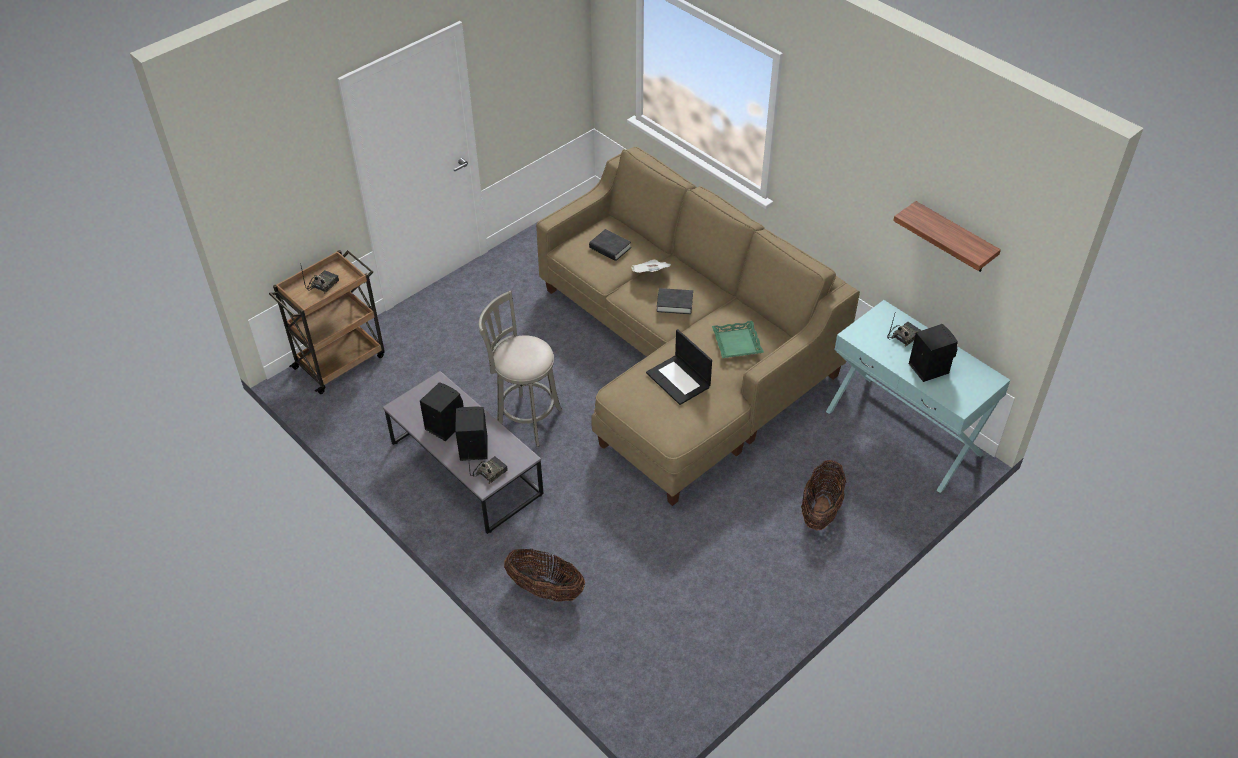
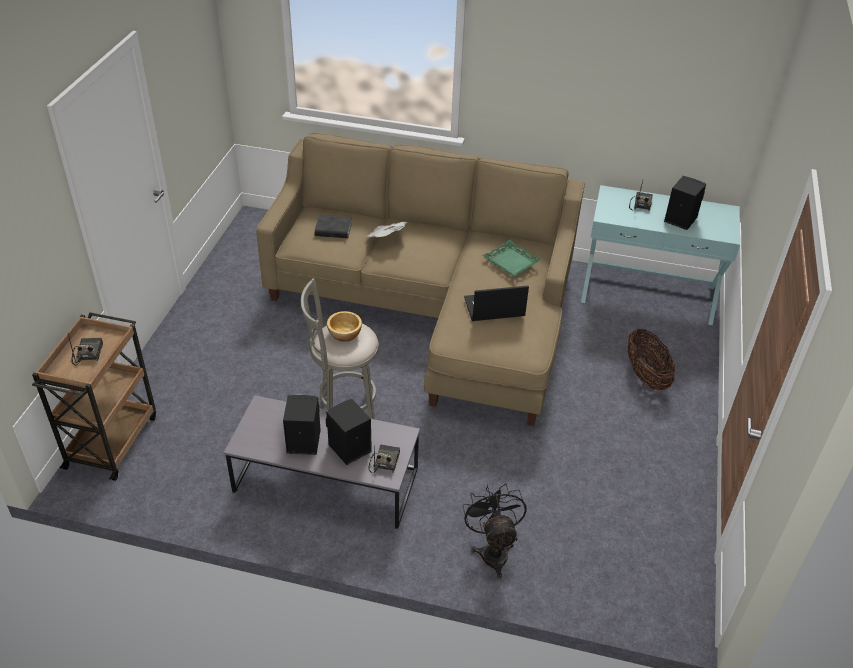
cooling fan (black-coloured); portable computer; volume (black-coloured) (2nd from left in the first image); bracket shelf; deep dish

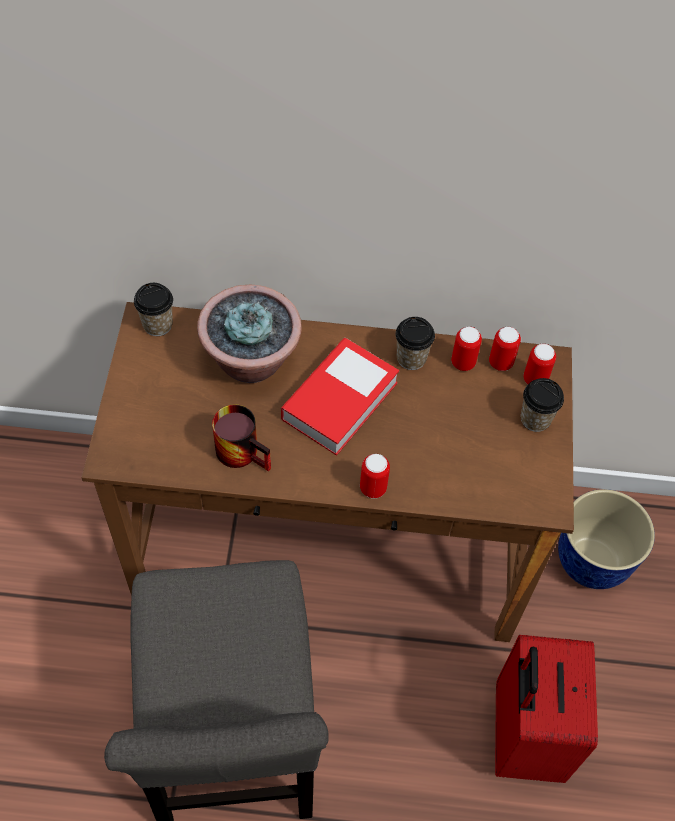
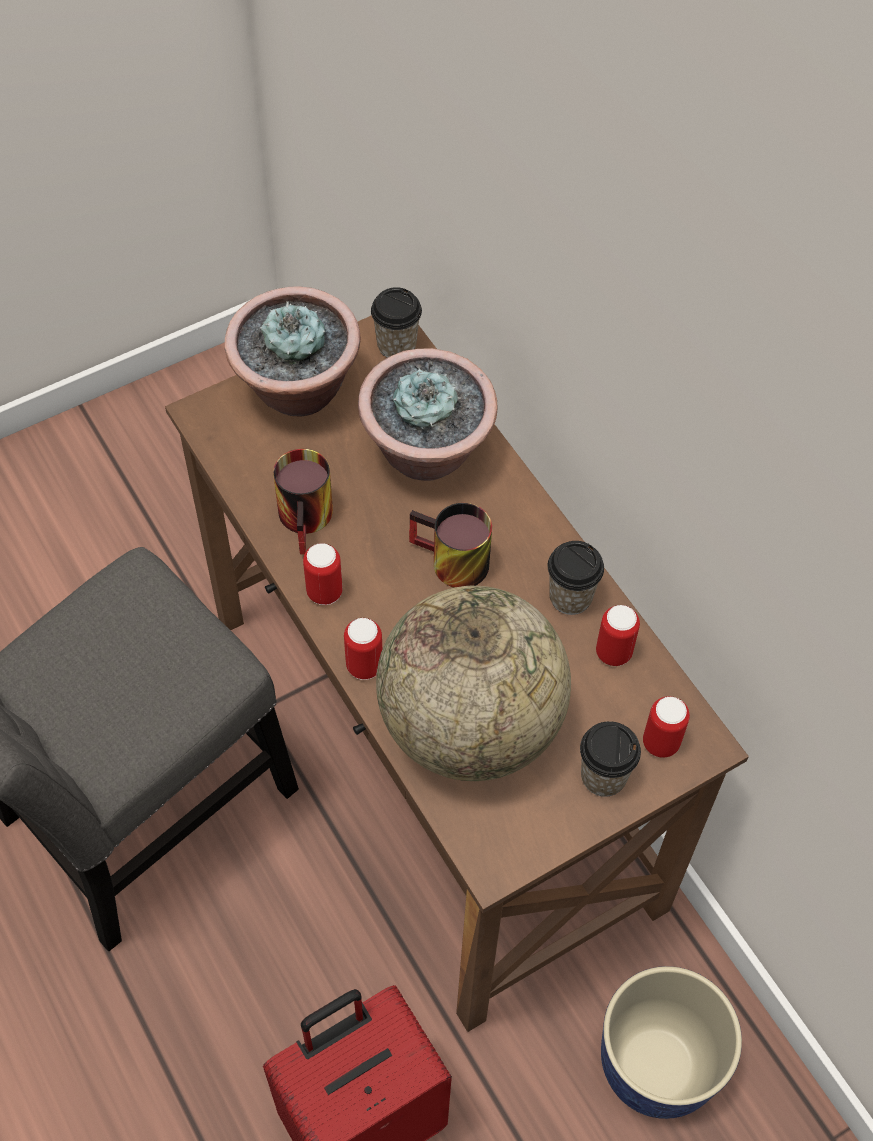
tea mug (2nd from left); sealed can (1st from left); houseplant (1st from left); desk globe

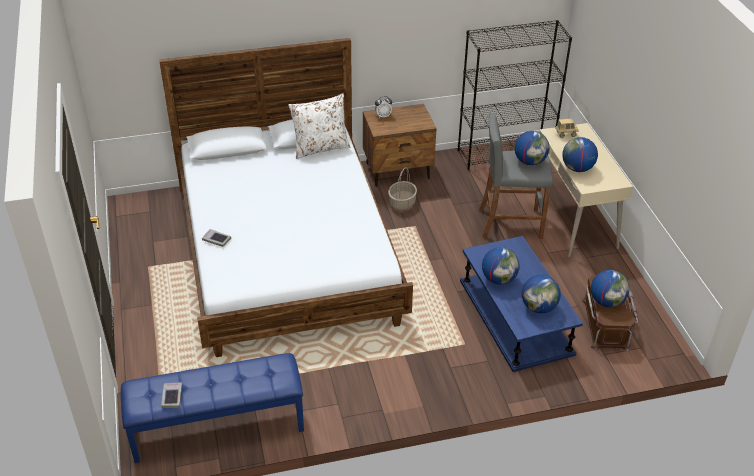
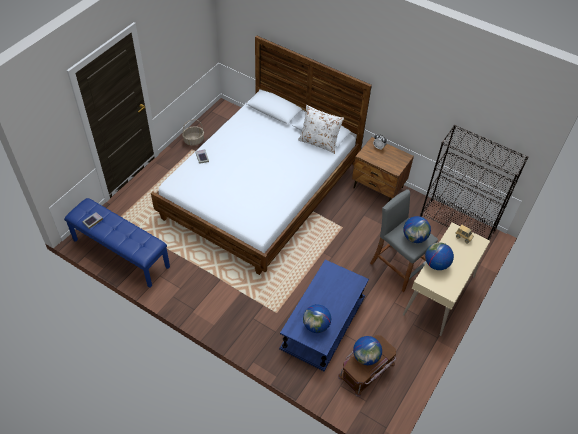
storage basket; desk globe (1st from left in the first image)

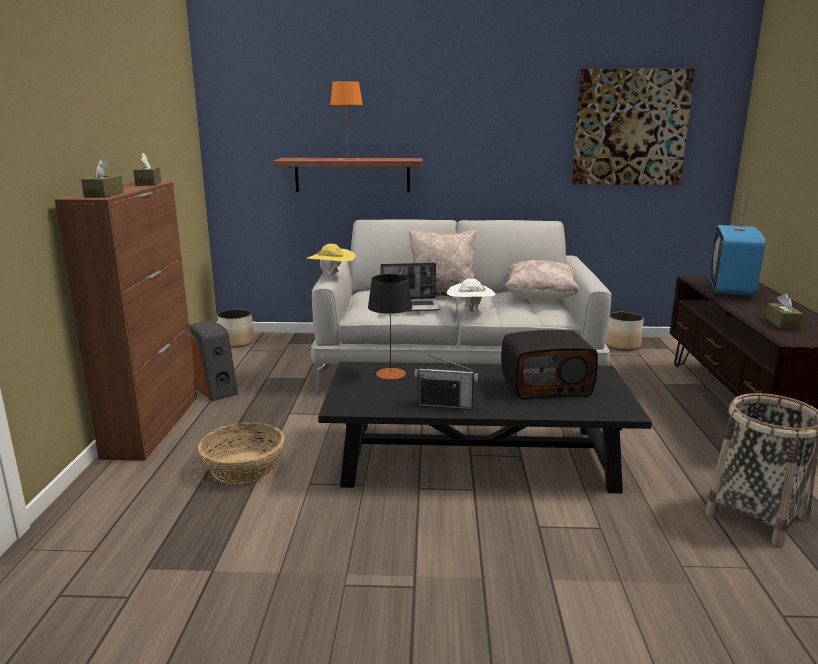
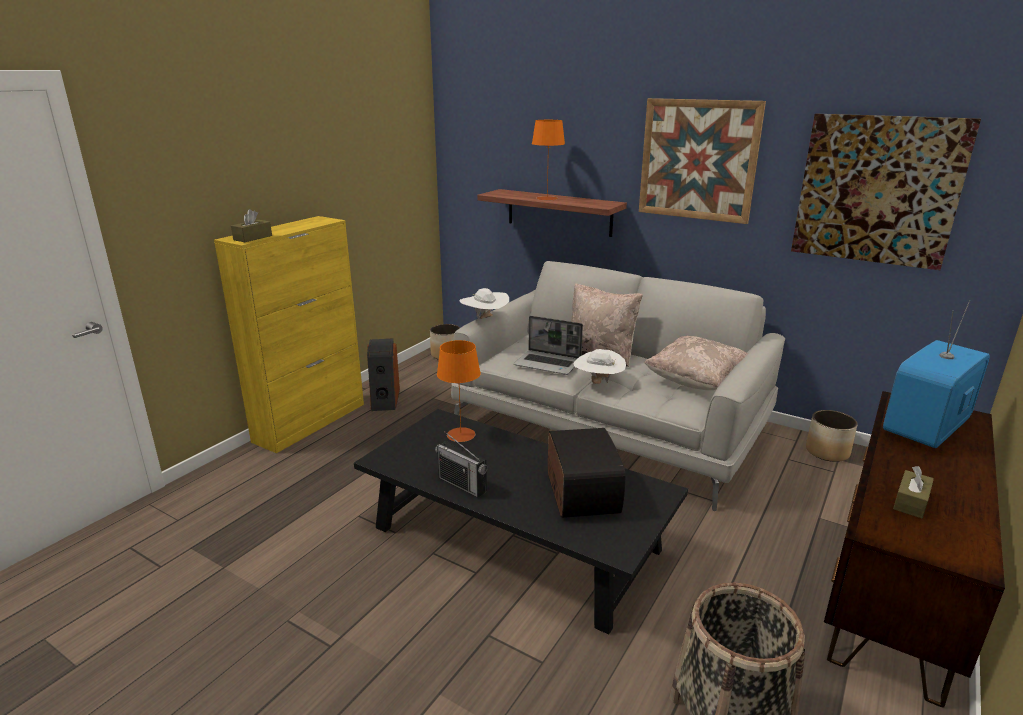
cupboard (yellow); tissue holder (brown-coloured) (2nd from left in the first image); storage basket (1st from left in the first image); hat (whitish) (1st from left); tabletop lamp (orangey) (1st from left); radio (2nd from left); wall picture (1st from left)

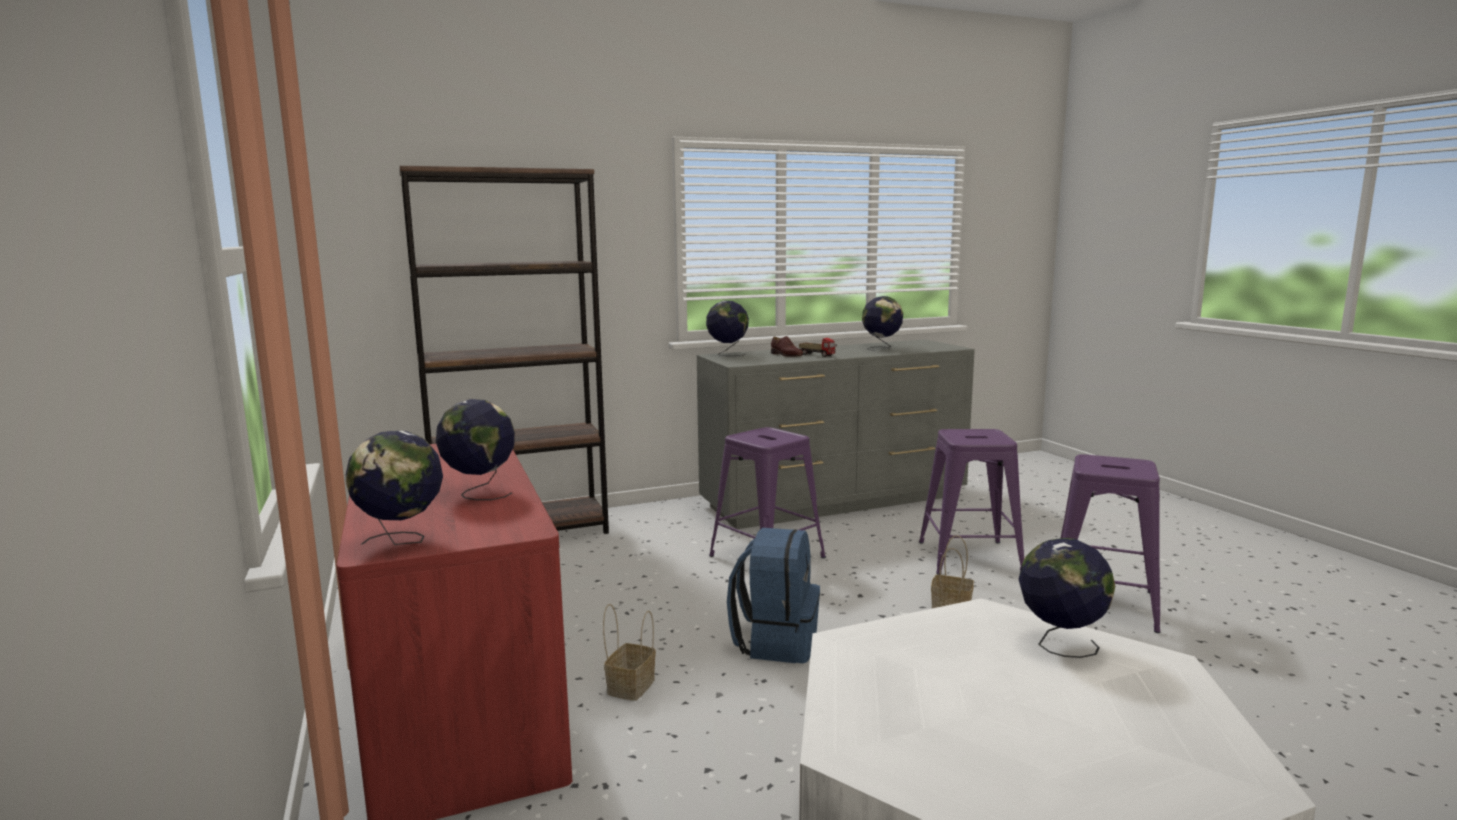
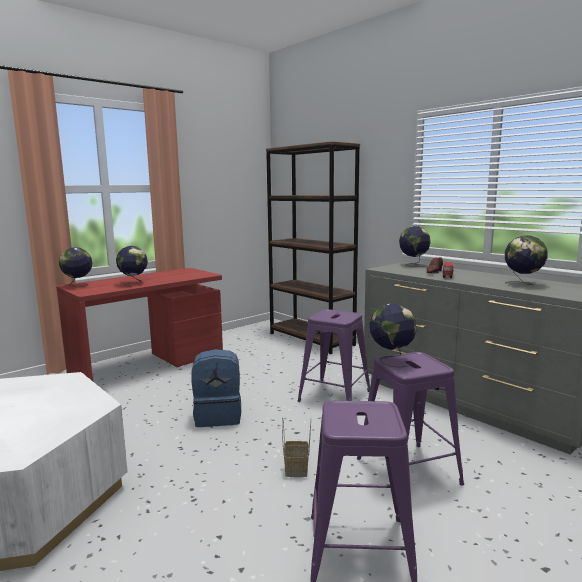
storage basket (1st from left in the first image); desk globe (3rd from left)

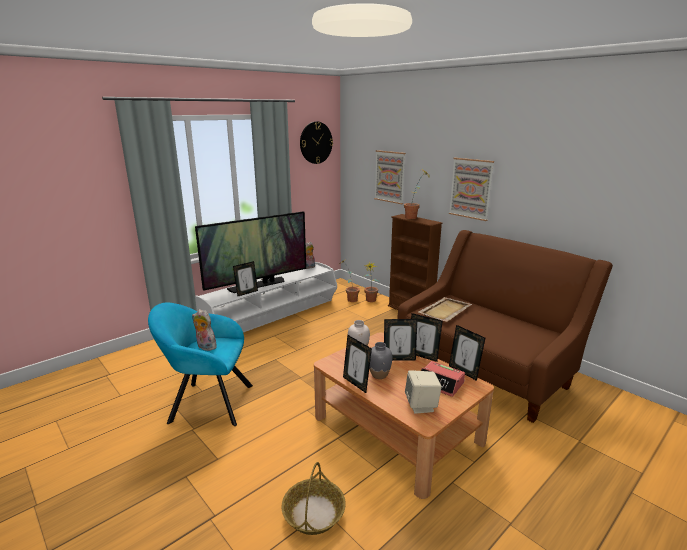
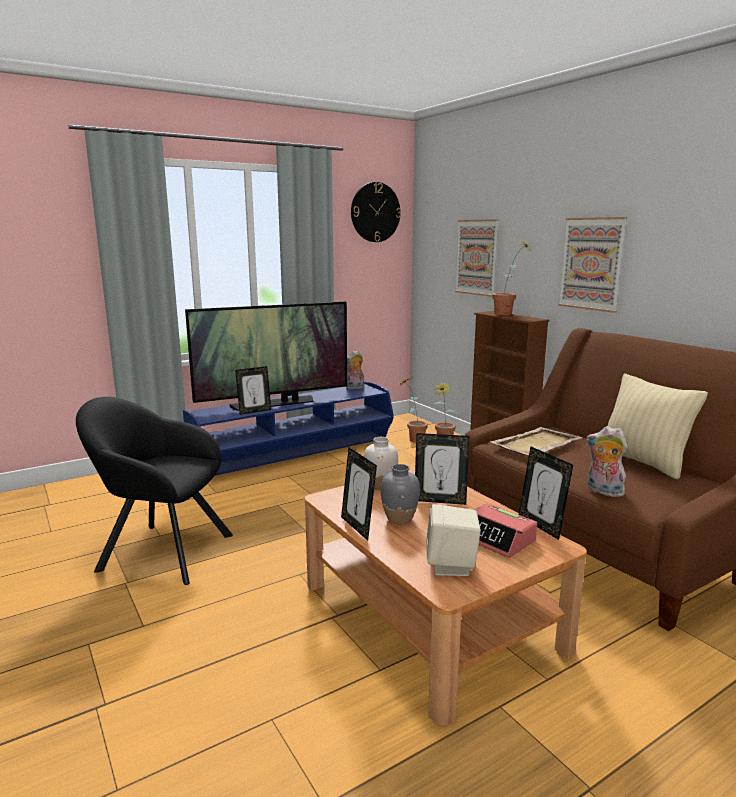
easy chair (black-coloured); plush toy (2nd from left); tv stand (blue-coloured); storage basket; picture frame (4th from left in the first image); pillow (beige-coloured)

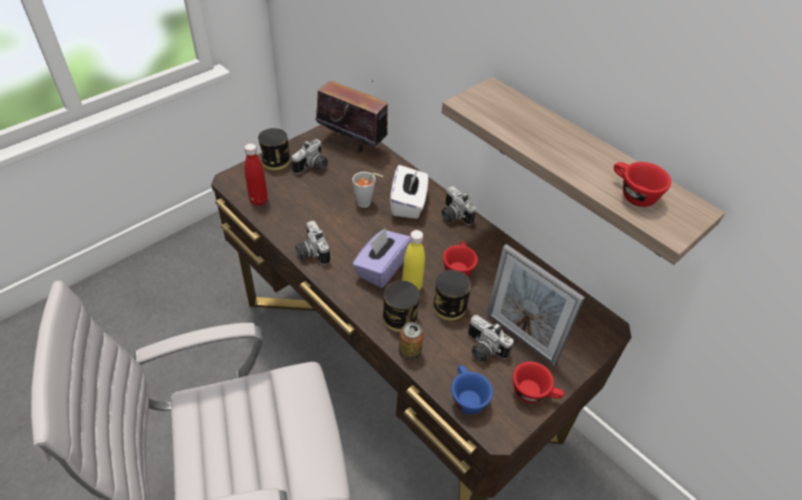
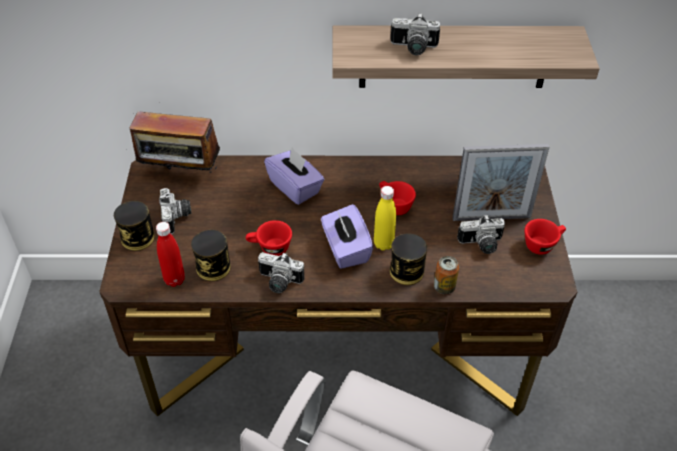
radio; cup (grey); tissue holder (purple-coloured) (1st from left); sealed can (2nd from left); still camera (3rd from left); cup (blue-coloured); cup (red-coloured) (1st from left)

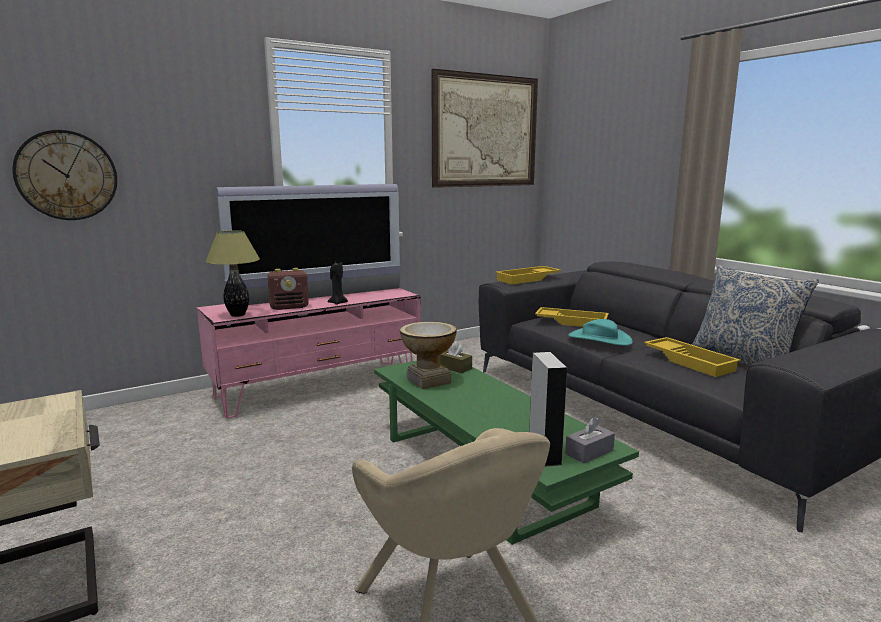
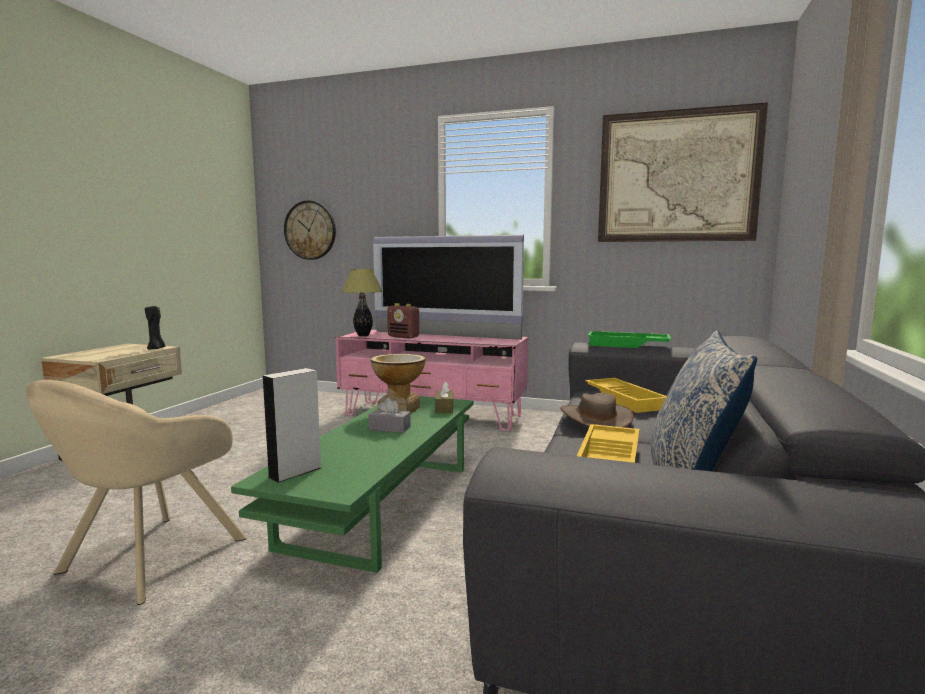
wax candle (black-coloured); tray (green-coloured); tissue holder (grey); hat (brown-coloured)

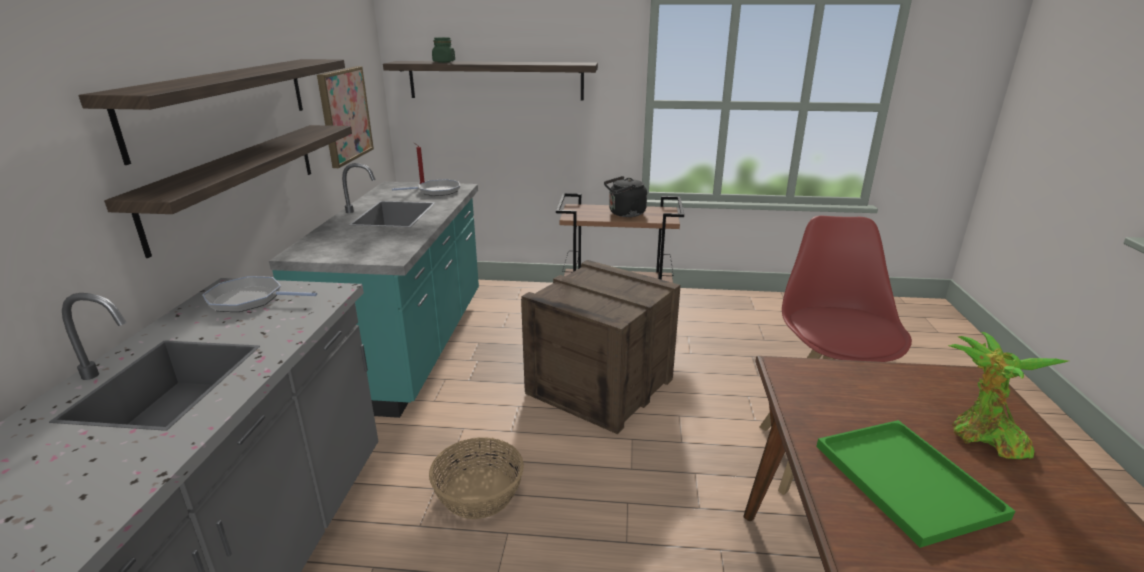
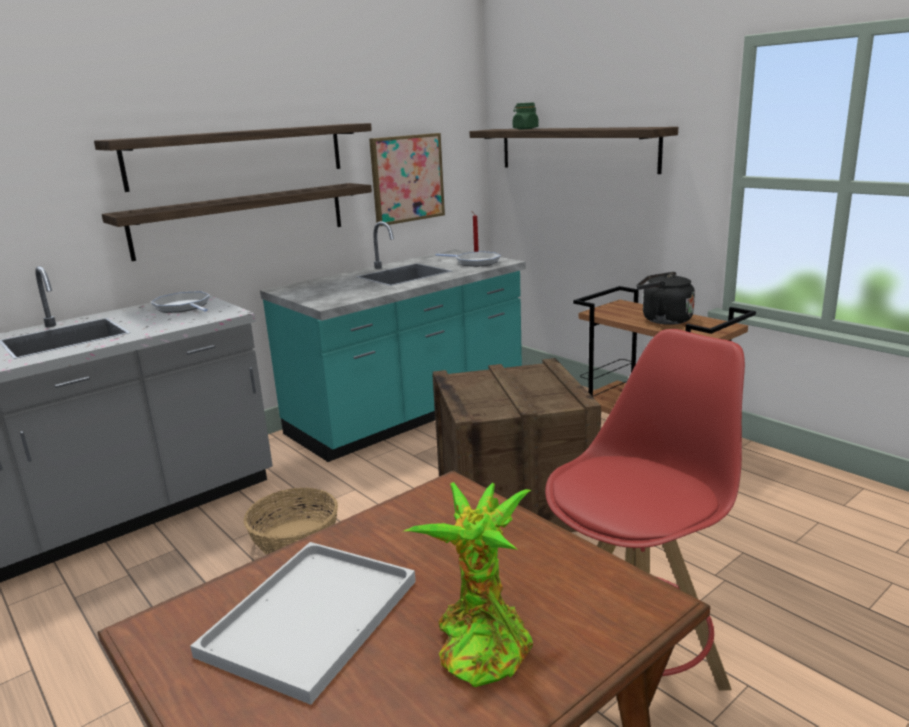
tray (whitish)

